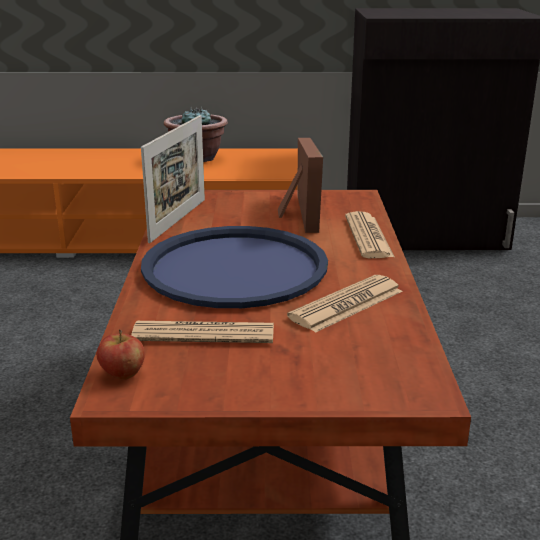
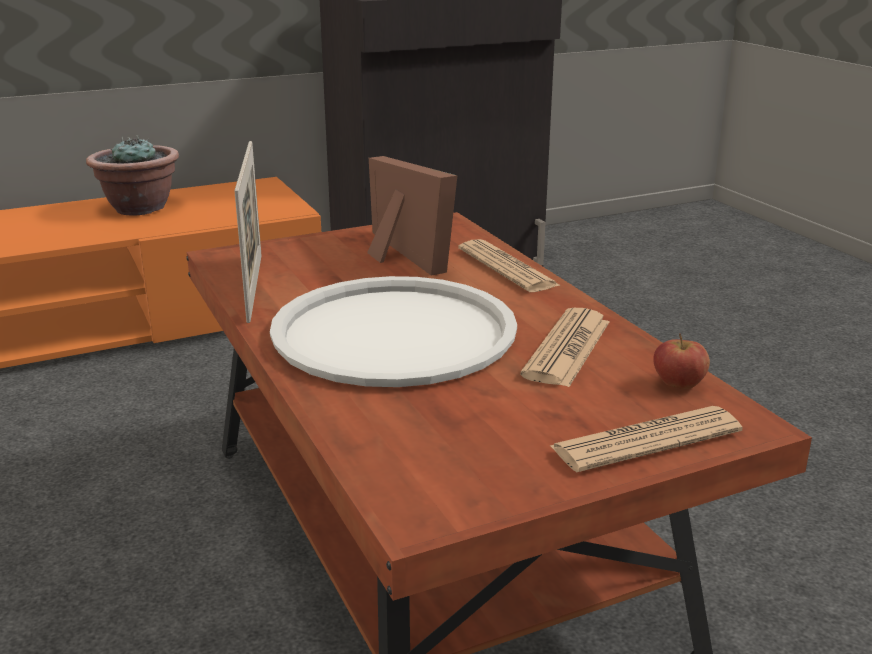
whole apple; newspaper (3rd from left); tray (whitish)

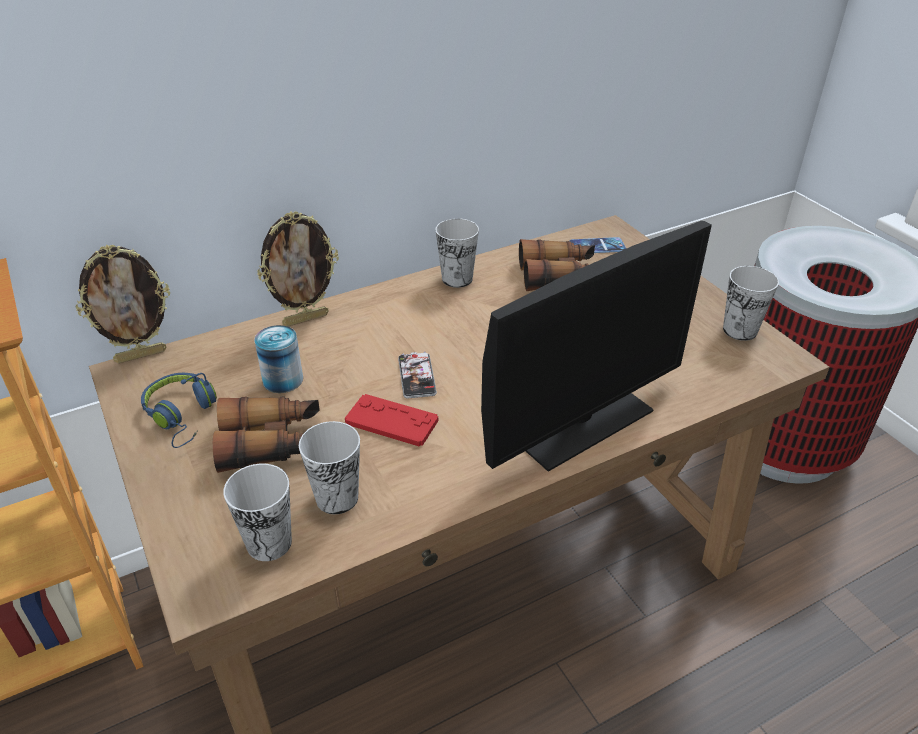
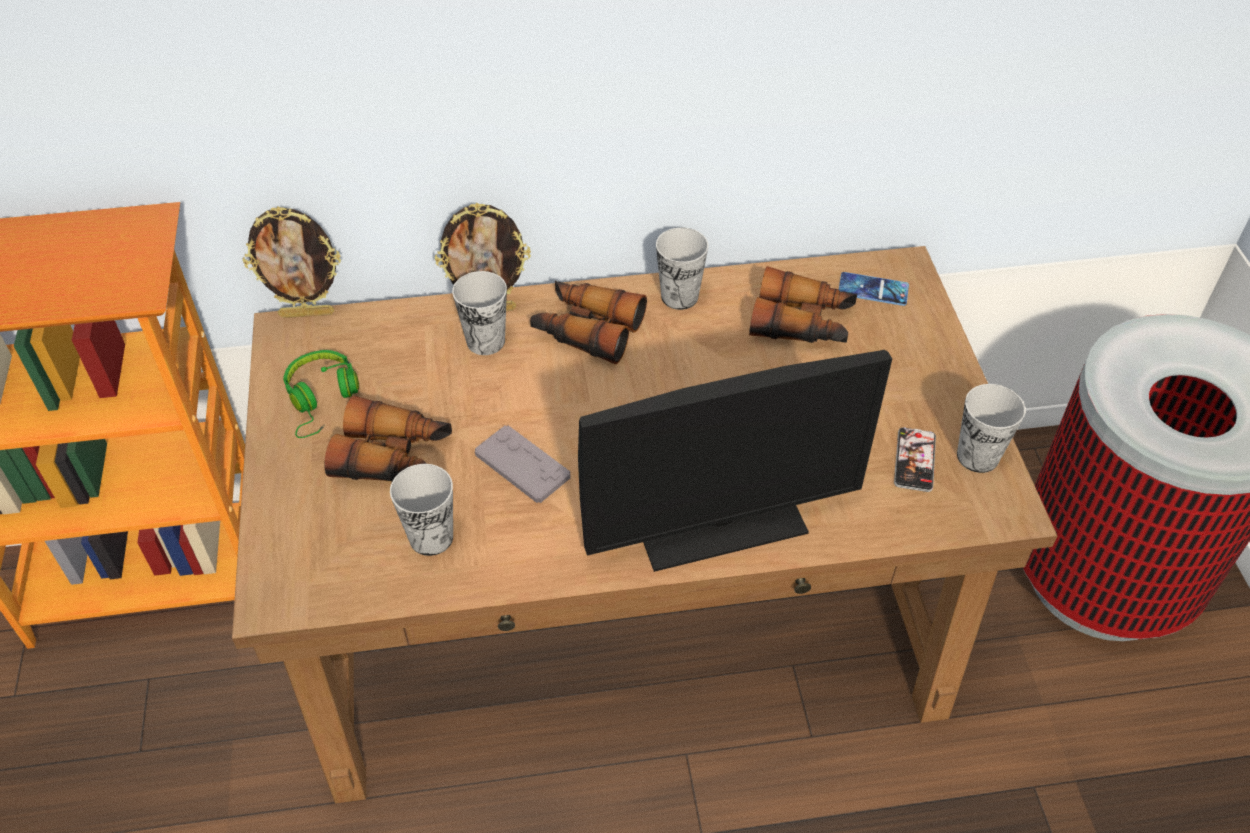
headset (green-coloured); cup (2nd from left); sealed can; gamepad (grey); telephone (2nd from left); binoculars (2nd from left)

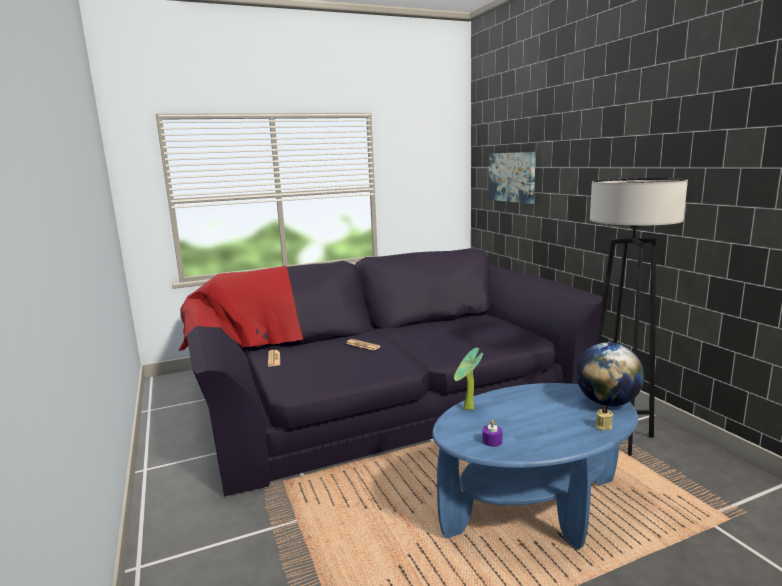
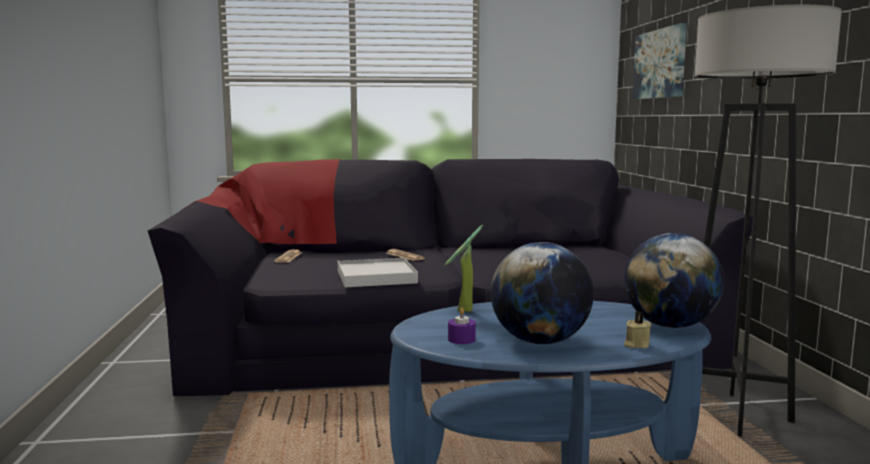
tray (whitish); desk globe (1st from left)

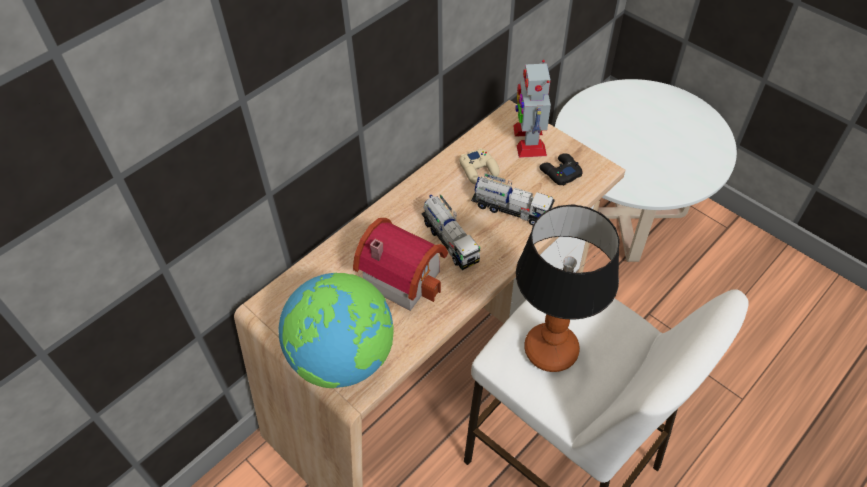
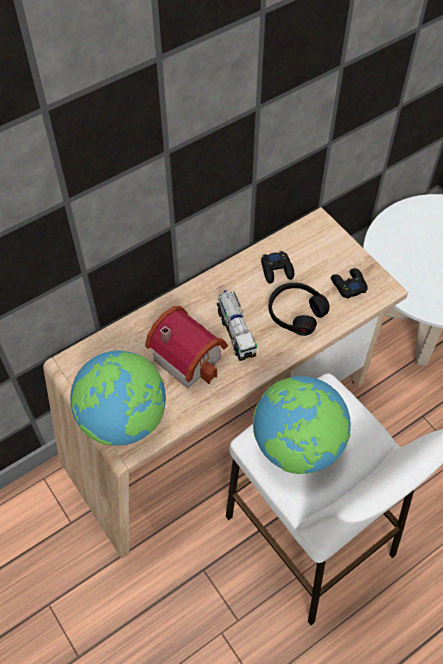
gamepad (black-coloured) (1st from left); headset (black-coloured); toy robot; desk globe (2nd from left)

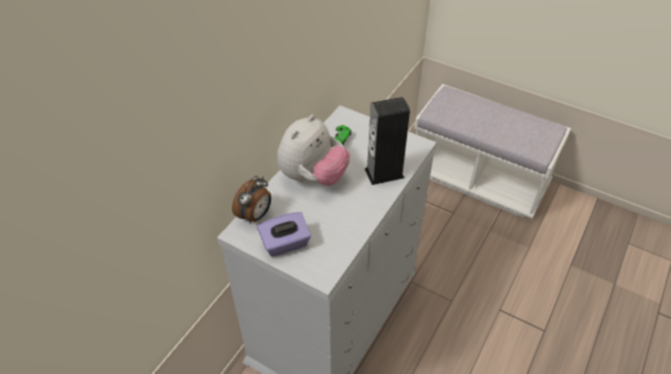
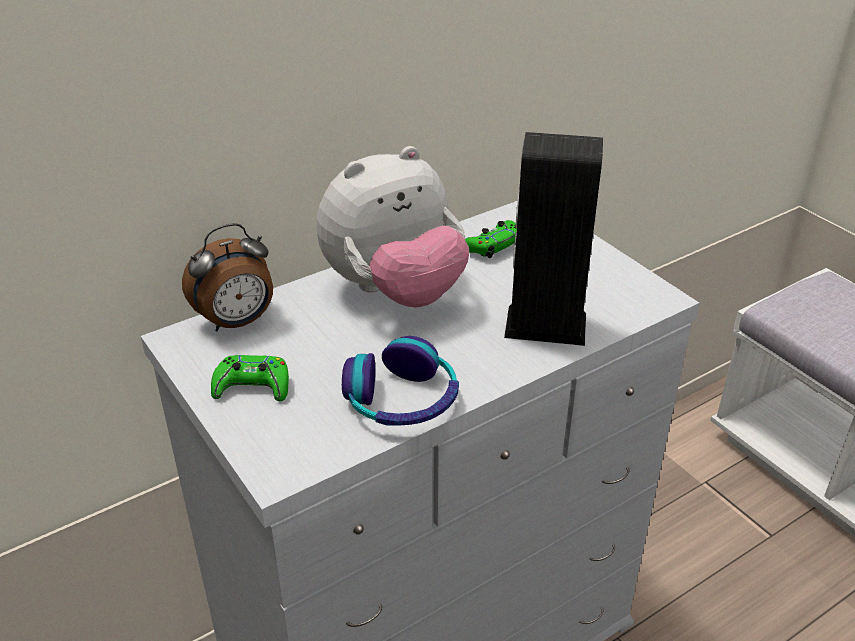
gamepad (green-coloured) (1st from left); headset

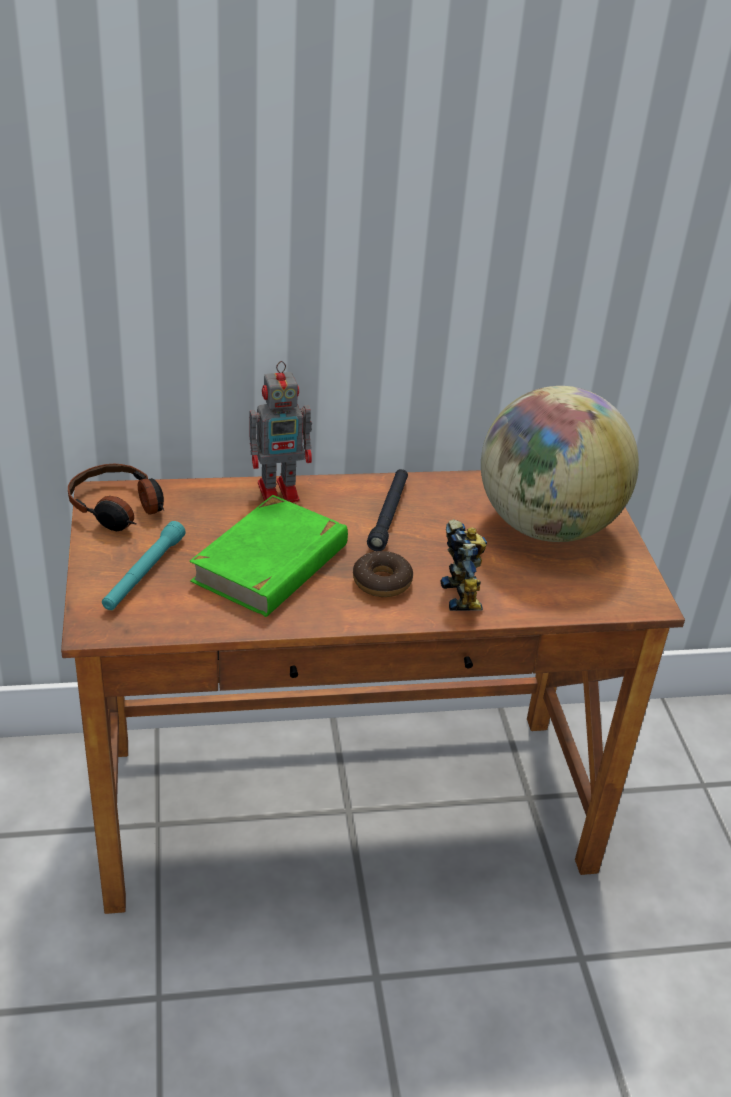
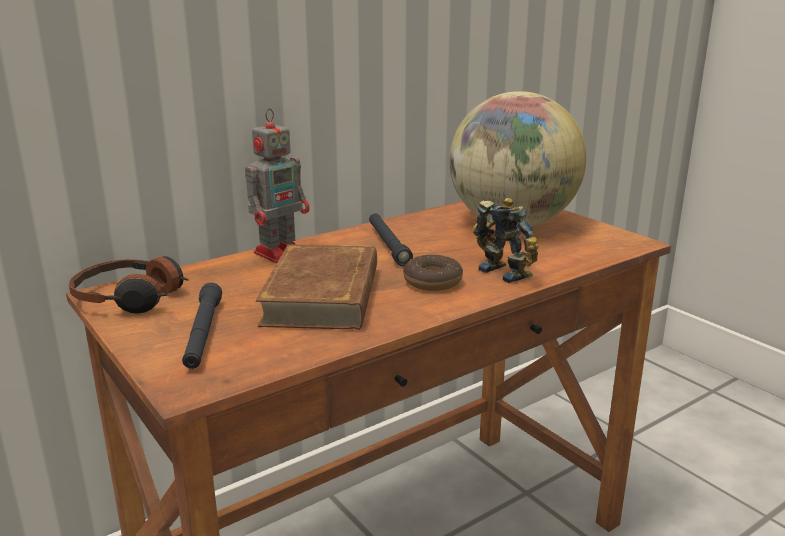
torch (black-coloured) (1st from left); volume (brown-coloured)

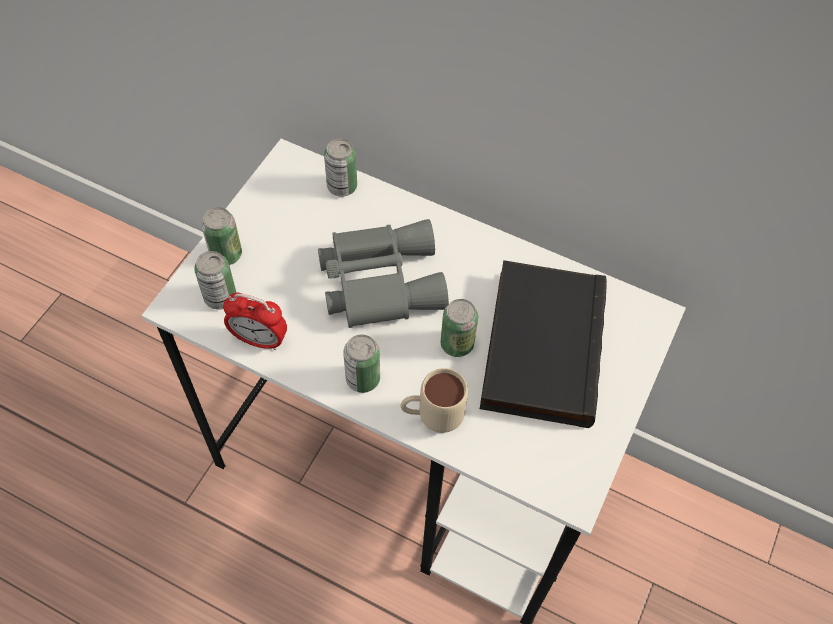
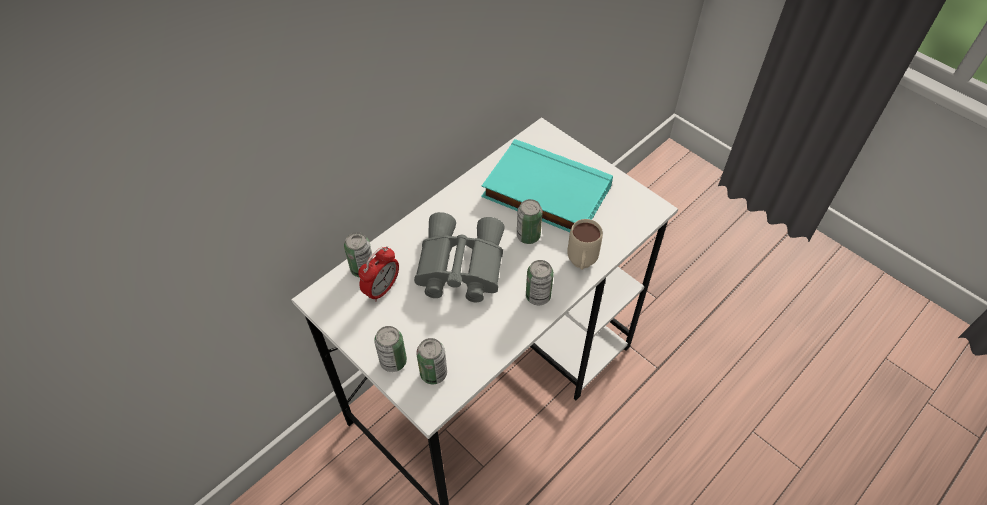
table clock; volume (blue-green)

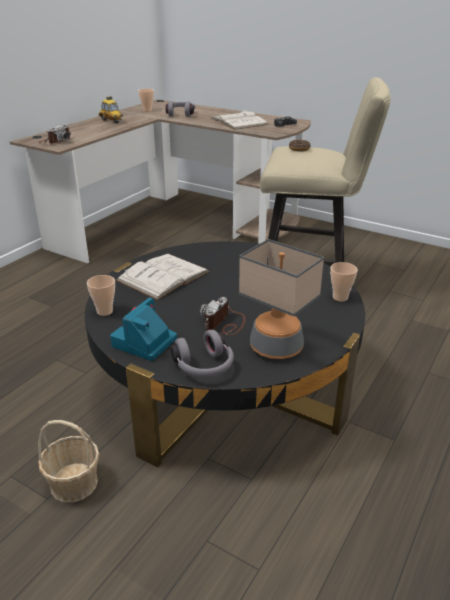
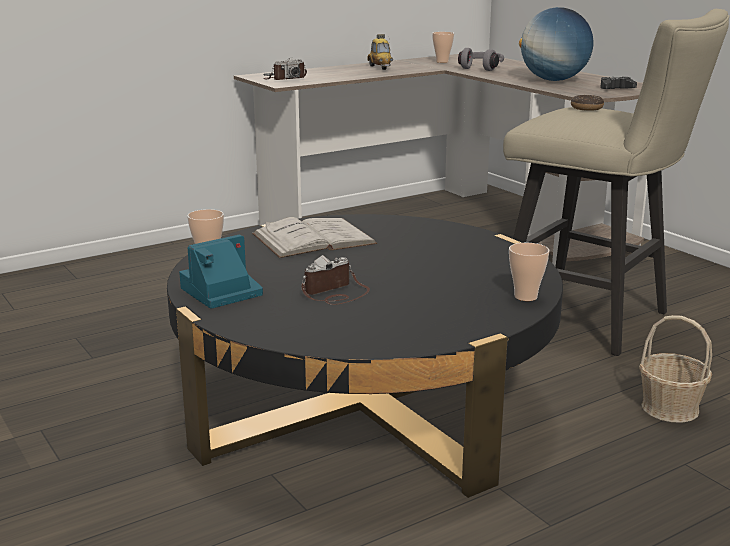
storage basket; headset (grey) (2nd from left in the first image); desk globe; tabletop lamp

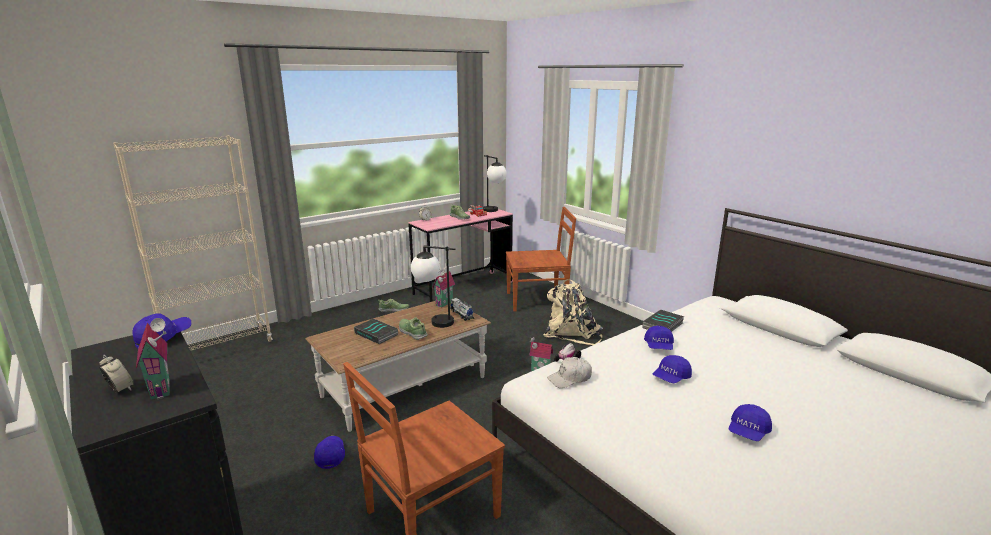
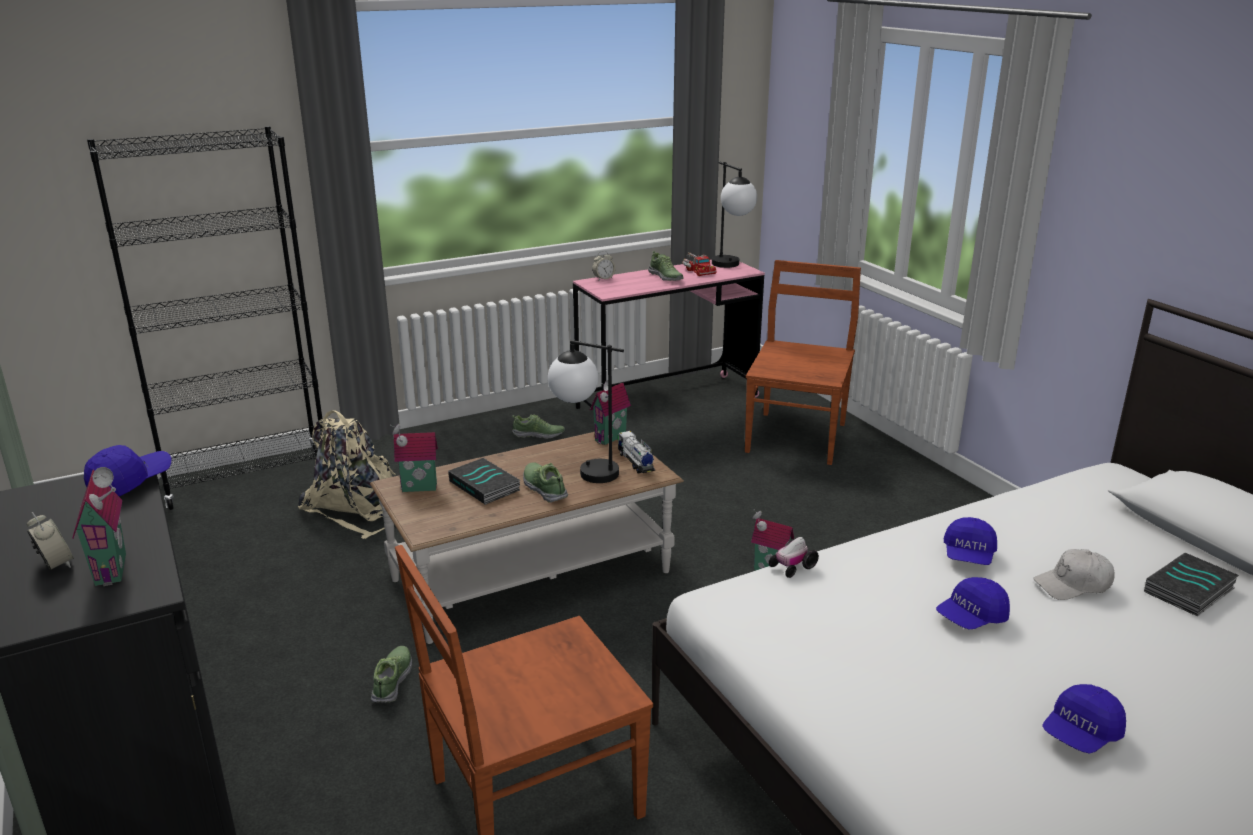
bookcase (black-coloured); shoe (1st from left); chair (brown-coloured) (2nd from left); backpack (beige-coloured); cap (whitish); volume (2nd from left); toy house (2nd from left)

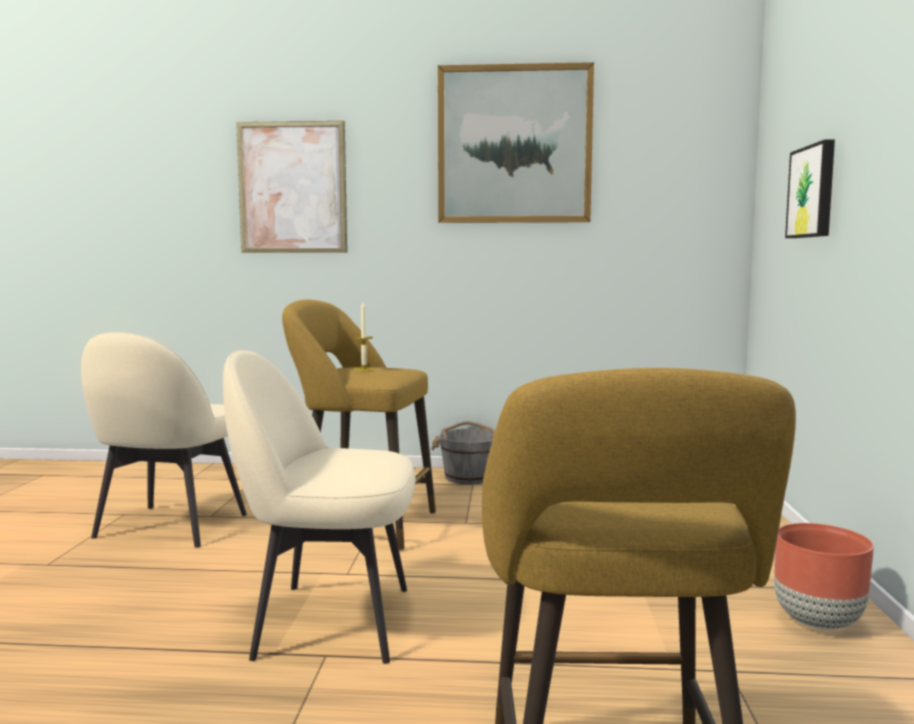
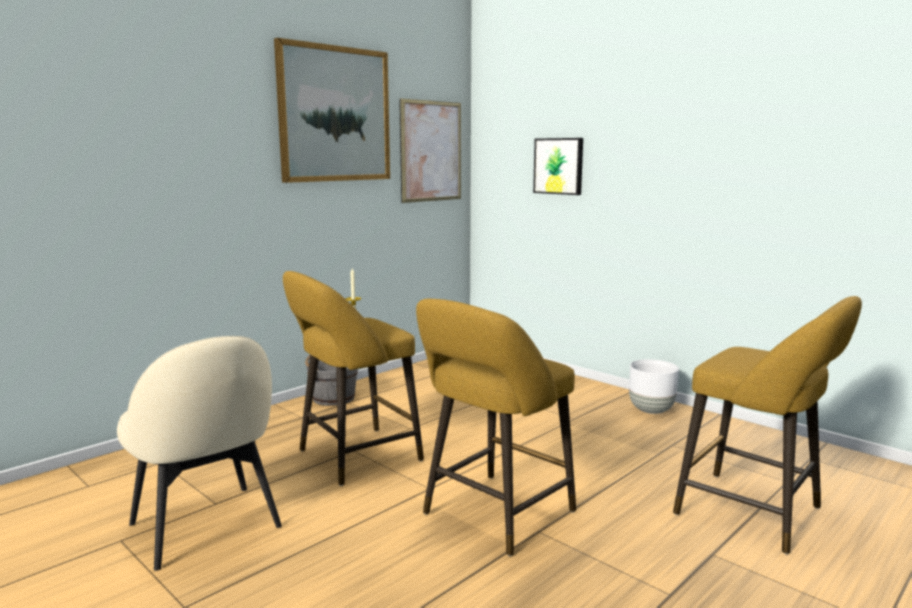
sitting stool (yellow) (2nd from left); wall picture (2nd from left); plant pot (whitish)

